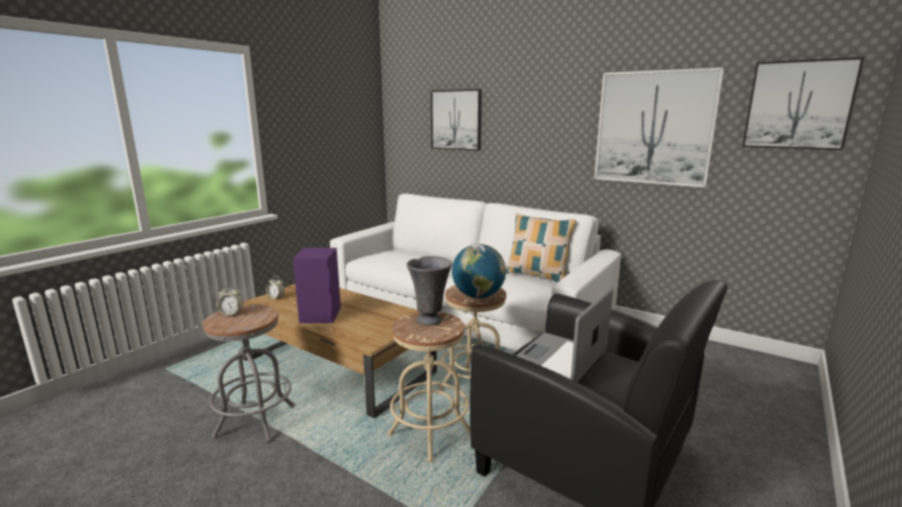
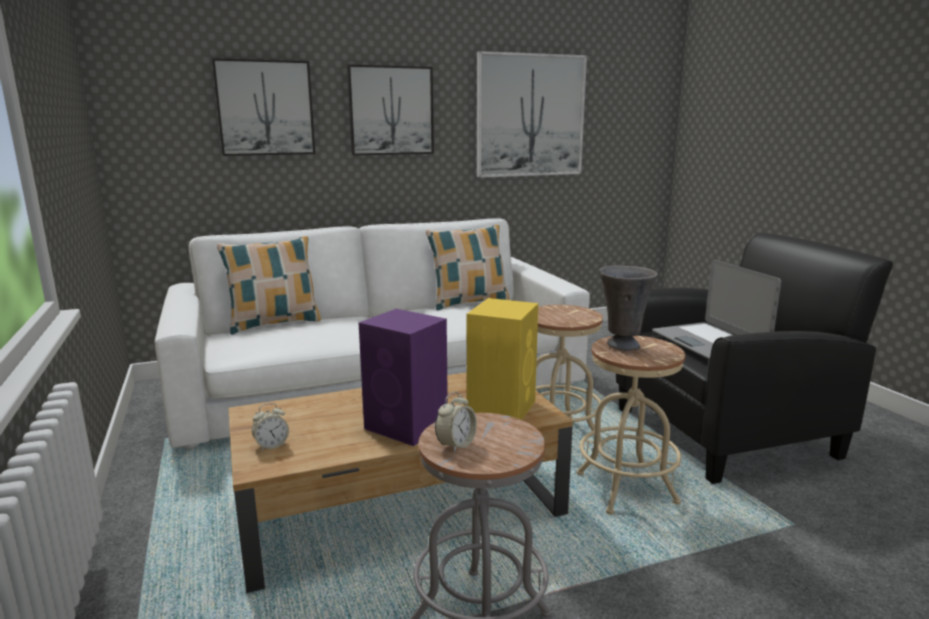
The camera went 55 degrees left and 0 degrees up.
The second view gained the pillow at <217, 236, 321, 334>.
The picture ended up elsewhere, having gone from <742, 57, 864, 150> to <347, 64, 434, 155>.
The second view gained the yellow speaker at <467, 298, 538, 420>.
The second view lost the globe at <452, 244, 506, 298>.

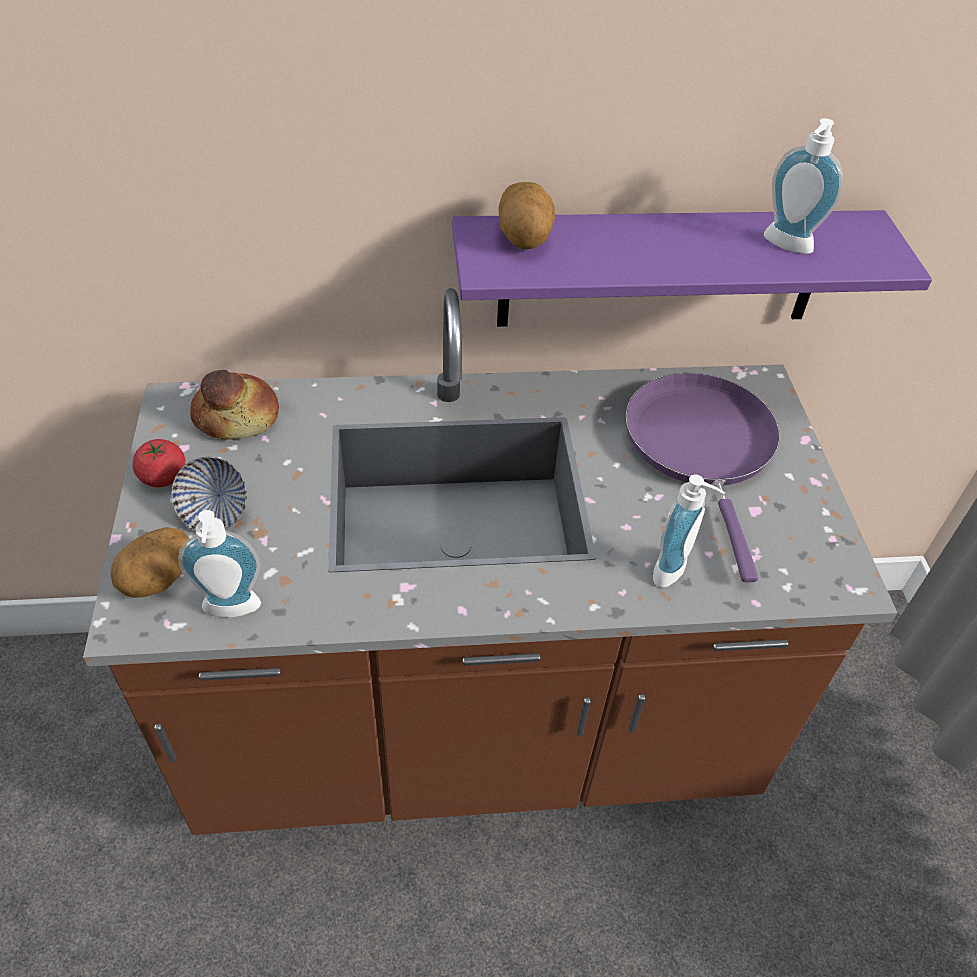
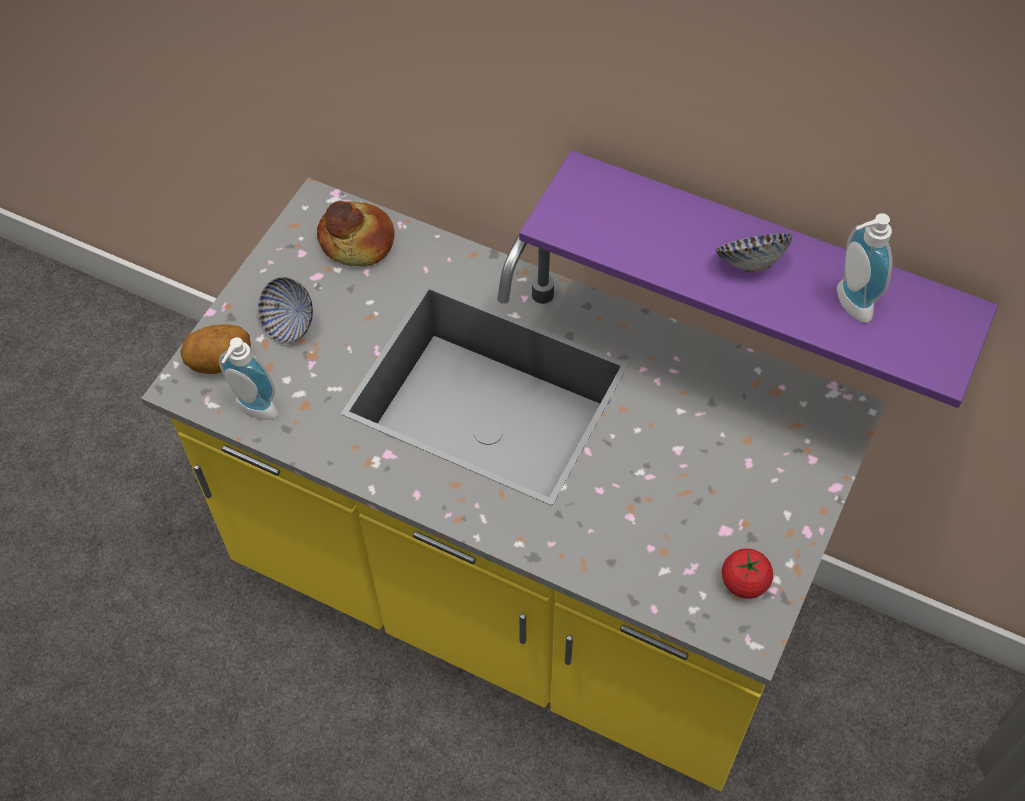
The camera went 35 degrees right and 10 degrees up.
What was the brown counter at <83, 288, 897, 835> turned into the yellow counter at <141, 178, 887, 791>.
The second view gained the bowl at <716, 233, 792, 272>.
The tomato ended up elsewhere, having gone from <132, 439, 186, 487> to <722, 548, 773, 599>.
The second view lost the potato at <498, 182, 555, 249>.
The second view lost the purple frying pan at <625, 373, 780, 582>.
The second view lost the soap dispenser at <653, 475, 725, 588>.

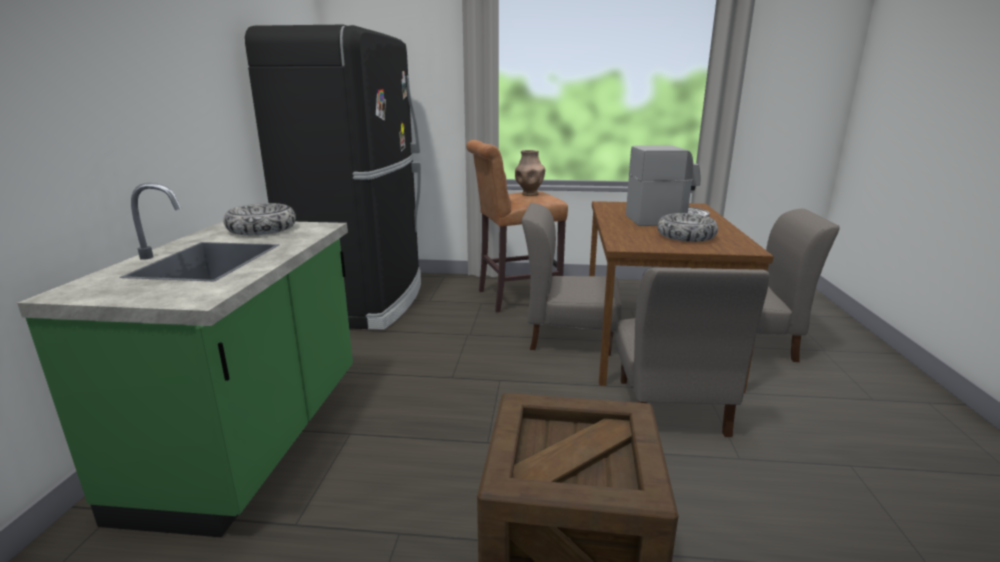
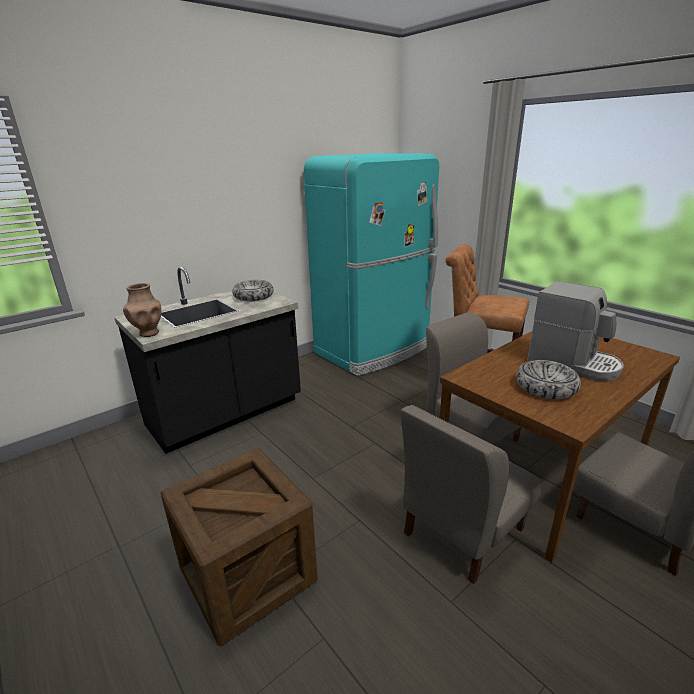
The camera went 45 degrees right and 5 degrees up.
What was the green counter at <17, 183, 353, 537> turned into the black counter at <114, 267, 301, 454>.
The brown vase ended up elsewhere, having gone from <515, 150, 545, 196> to <123, 283, 161, 337>.
What was the black fridge at <245, 25, 421, 330> turned into the turquoise fridge at <304, 153, 439, 376>.

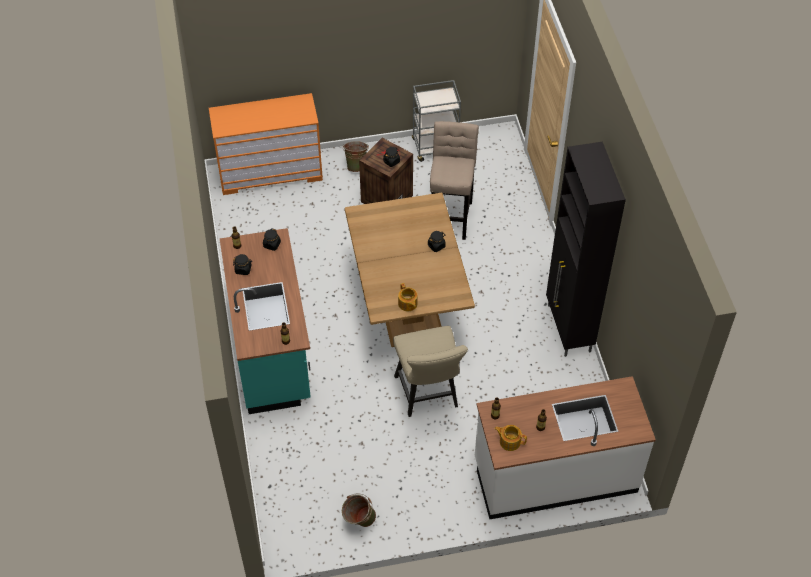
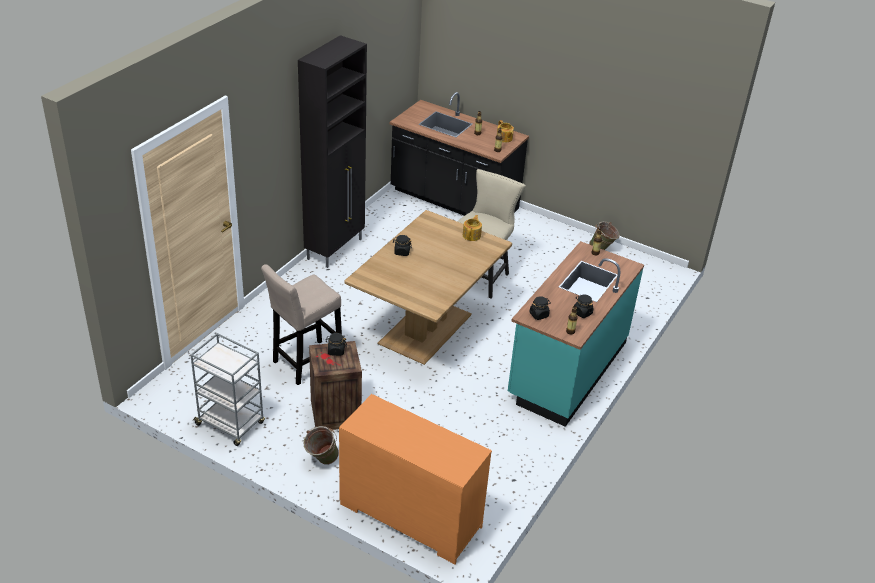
The camera went 140 degrees left and 15 degrees down.
What was the white counter at <475, 376, 656, 519> turned into the black counter at <390, 92, 529, 216>.

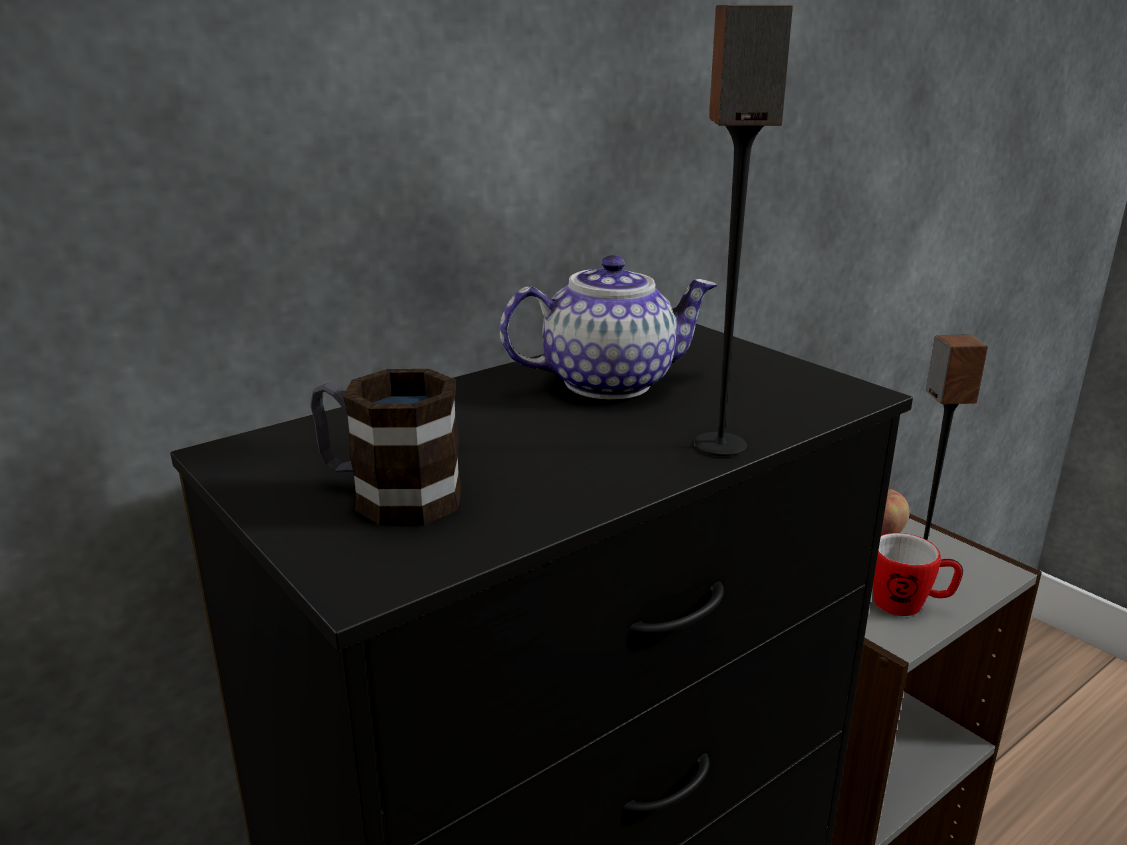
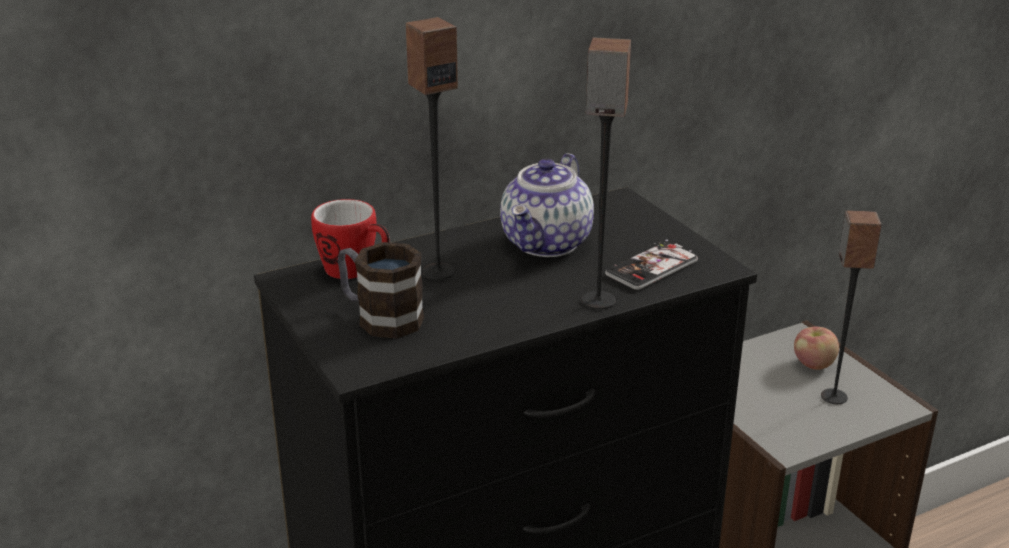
The camera went 10 degrees right and 5 degrees up.
The mug ended up elsewhere, having gone from <873, 533, 963, 616> to <311, 199, 389, 279>.
The second view gained the speaker at <405, 17, 458, 280>.
The teapot at <499, 255, 717, 399> ended up facing another way, 120 degrees clockwise from before.
The second view gained the phone at <605, 239, 698, 290>.

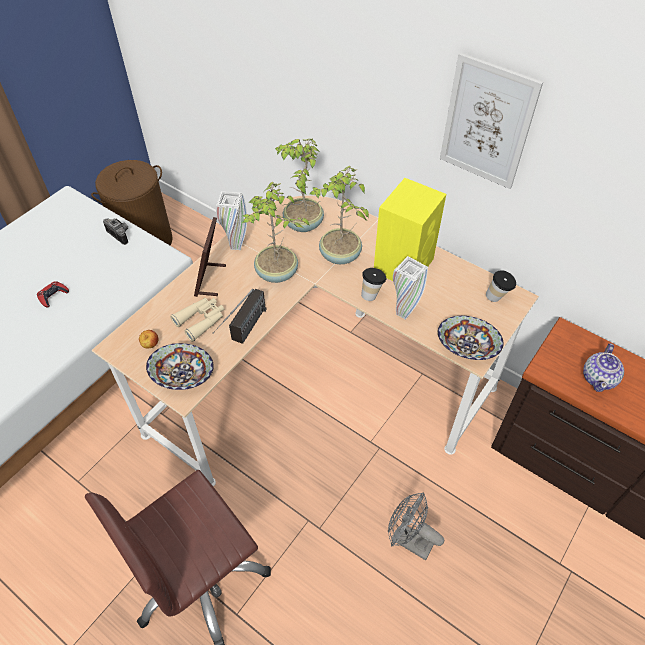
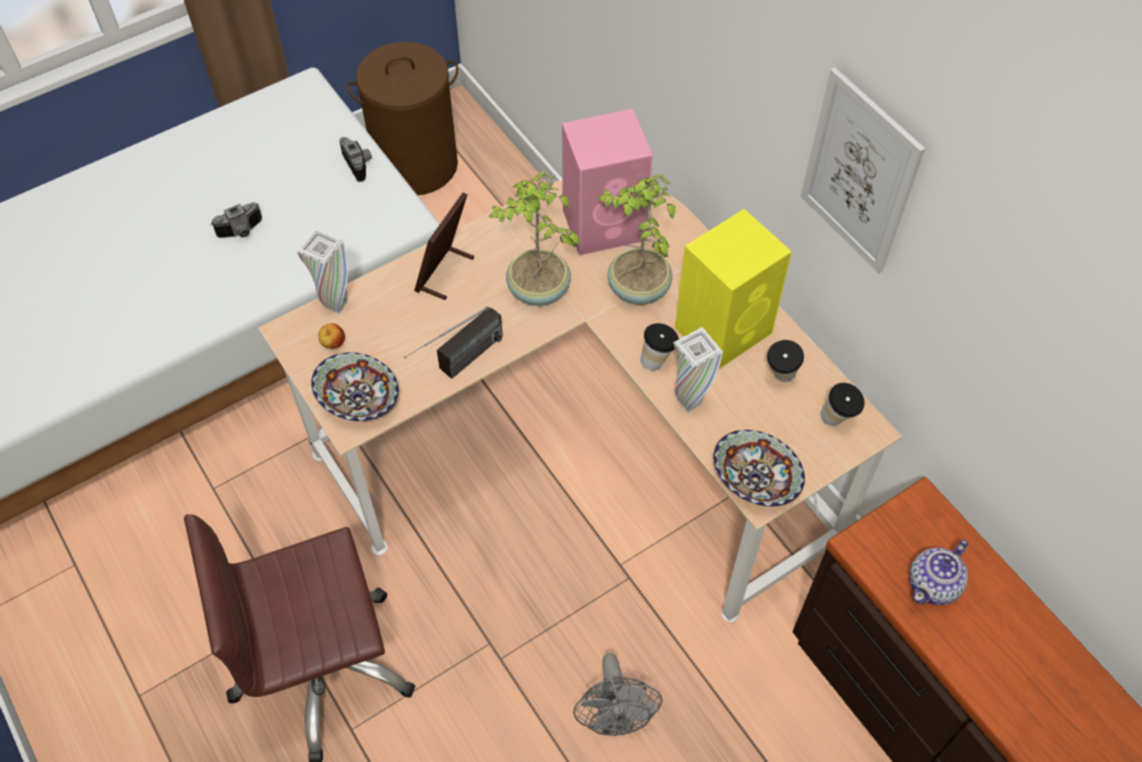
The camera went 20 degrees right and 5 degrees up.
Where the red game controller stood at <37, 281, 69, 307>, the photo camera came to stand at <211, 202, 262, 238>.
The white vase ended up elsewhere, having gone from <216, 191, 247, 250> to <297, 228, 348, 314>.
Where the potted plant stood at <275, 139, 324, 232>, the pink speaker came to stand at <562, 109, 653, 256>.
The grey fan at <388, 492, 444, 560> ended up facing another way, 150 degrees counterclockwise from before.
The second view gained the cup at <767, 340, 804, 382>.
The second view lost the beige binoculars at <170, 298, 224, 342>.

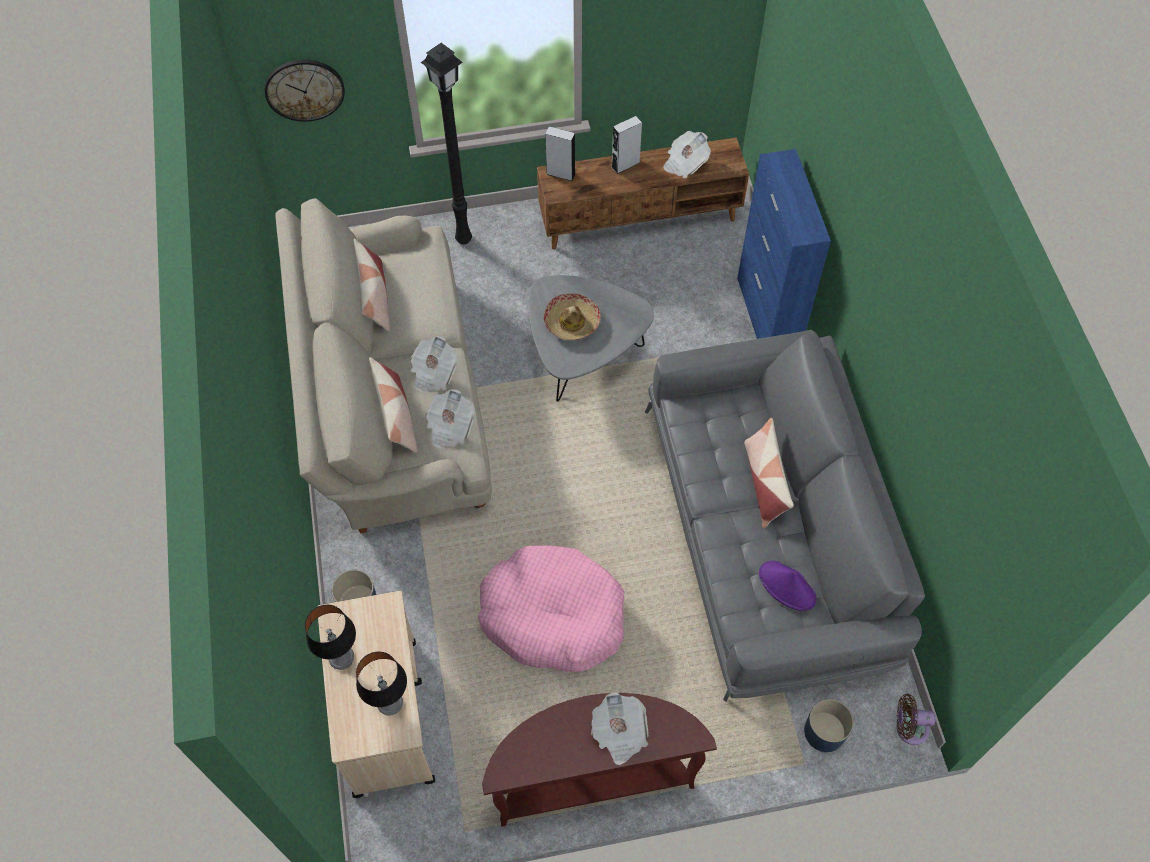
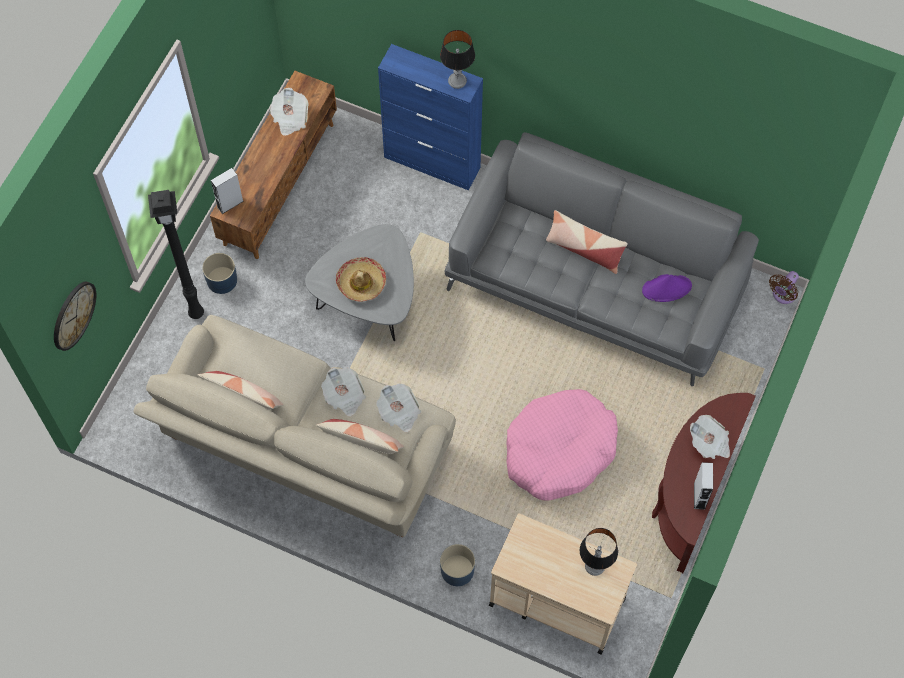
The camera went 55 degrees left and 5 degrees up.
The blue planter ended up elsewhere, having gone from <804, 699, 854, 752> to <202, 253, 237, 294>.
The table lamp ended up elsewhere, having gone from <305, 605, 356, 670> to <440, 30, 475, 89>.
The grey speaker ended up elsewhere, having gone from <611, 116, 642, 174> to <694, 462, 713, 510>.

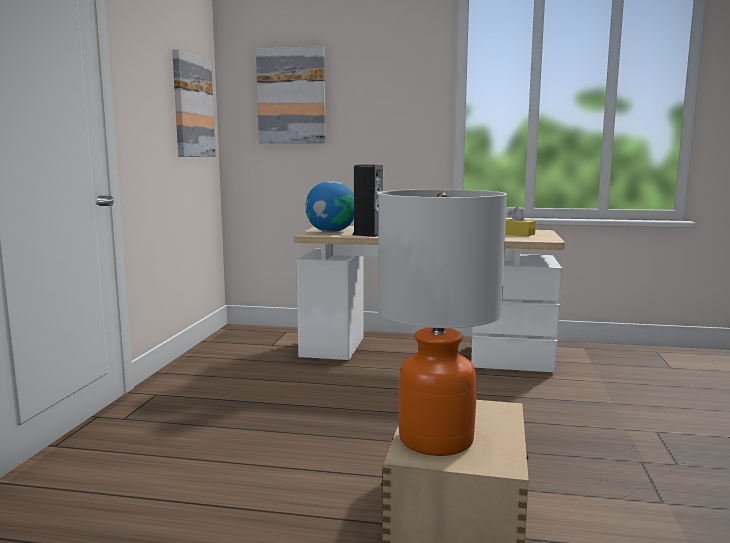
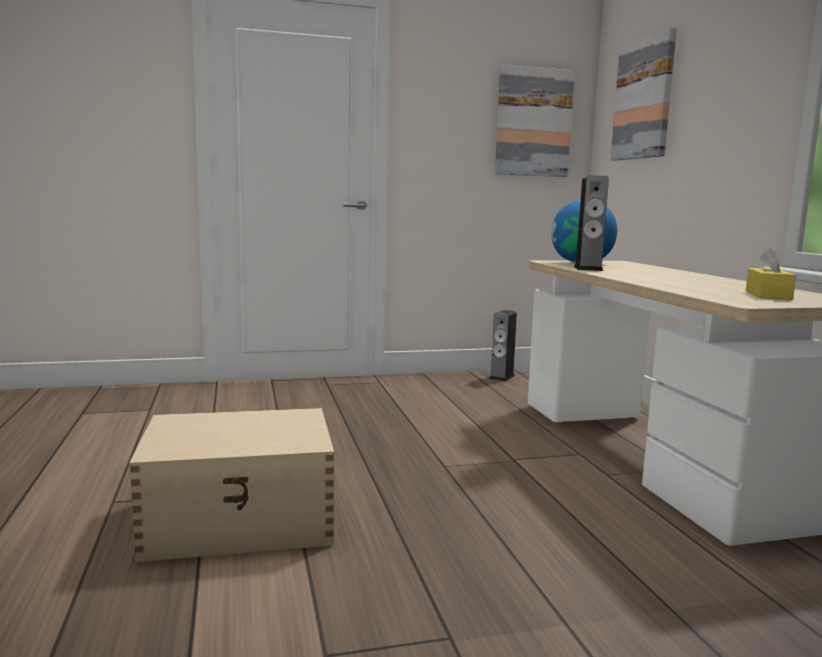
The camera went 65 degrees right and 0 degrees up.
The second view gained the speaker at <489, 310, 517, 381>.
The second view lost the table lamp at <378, 189, 507, 456>.

